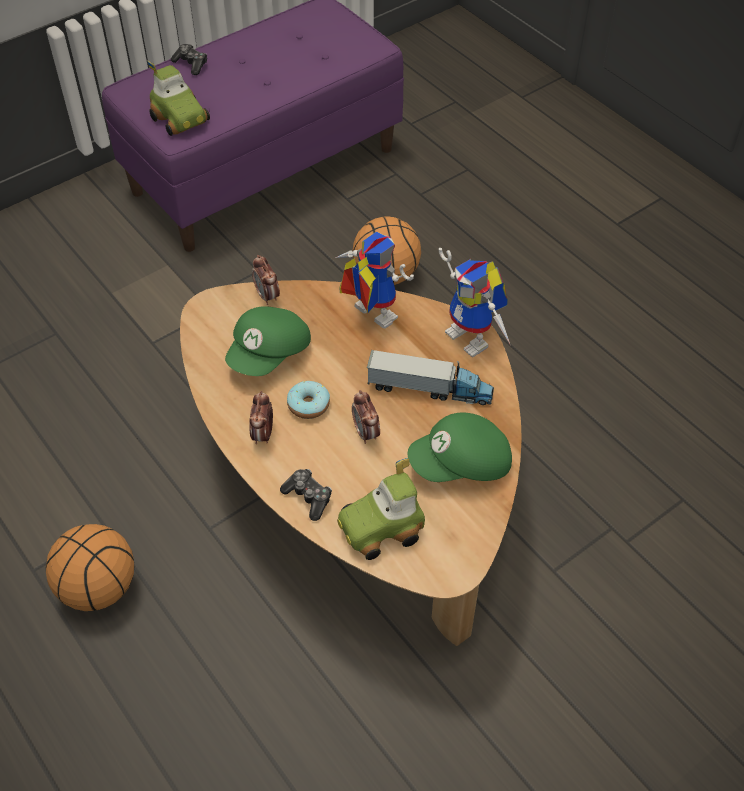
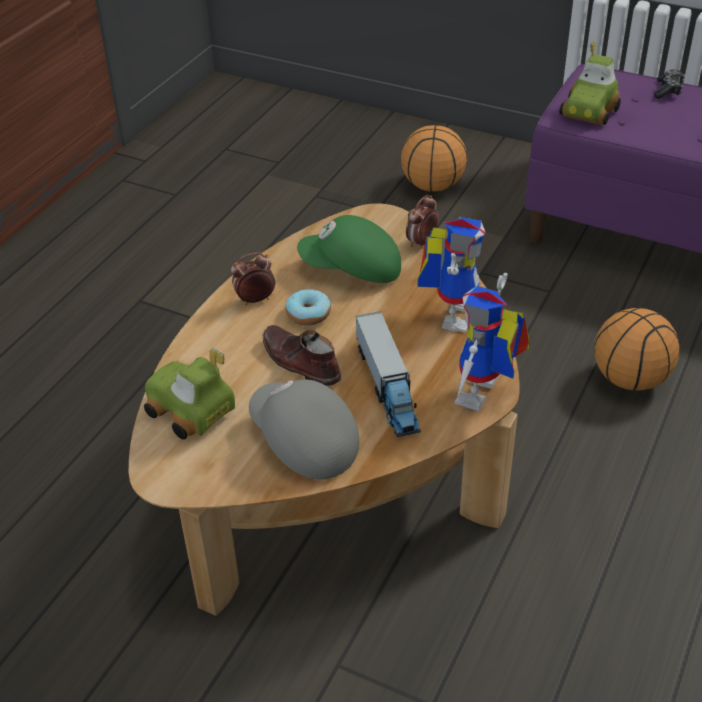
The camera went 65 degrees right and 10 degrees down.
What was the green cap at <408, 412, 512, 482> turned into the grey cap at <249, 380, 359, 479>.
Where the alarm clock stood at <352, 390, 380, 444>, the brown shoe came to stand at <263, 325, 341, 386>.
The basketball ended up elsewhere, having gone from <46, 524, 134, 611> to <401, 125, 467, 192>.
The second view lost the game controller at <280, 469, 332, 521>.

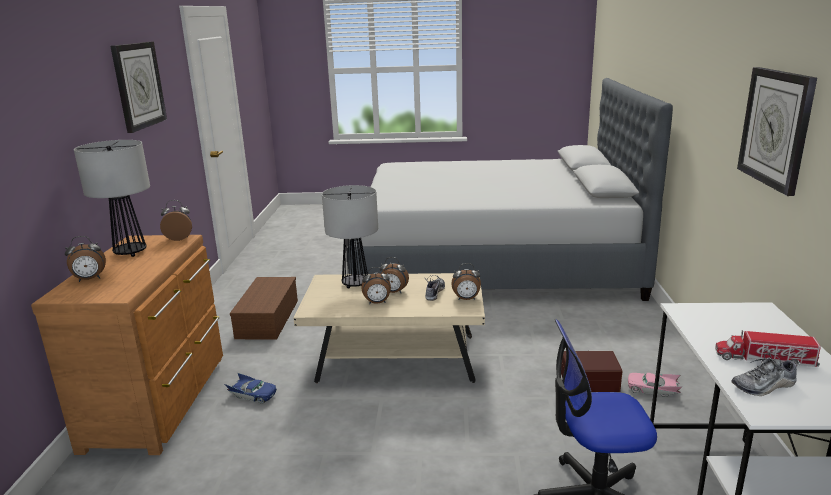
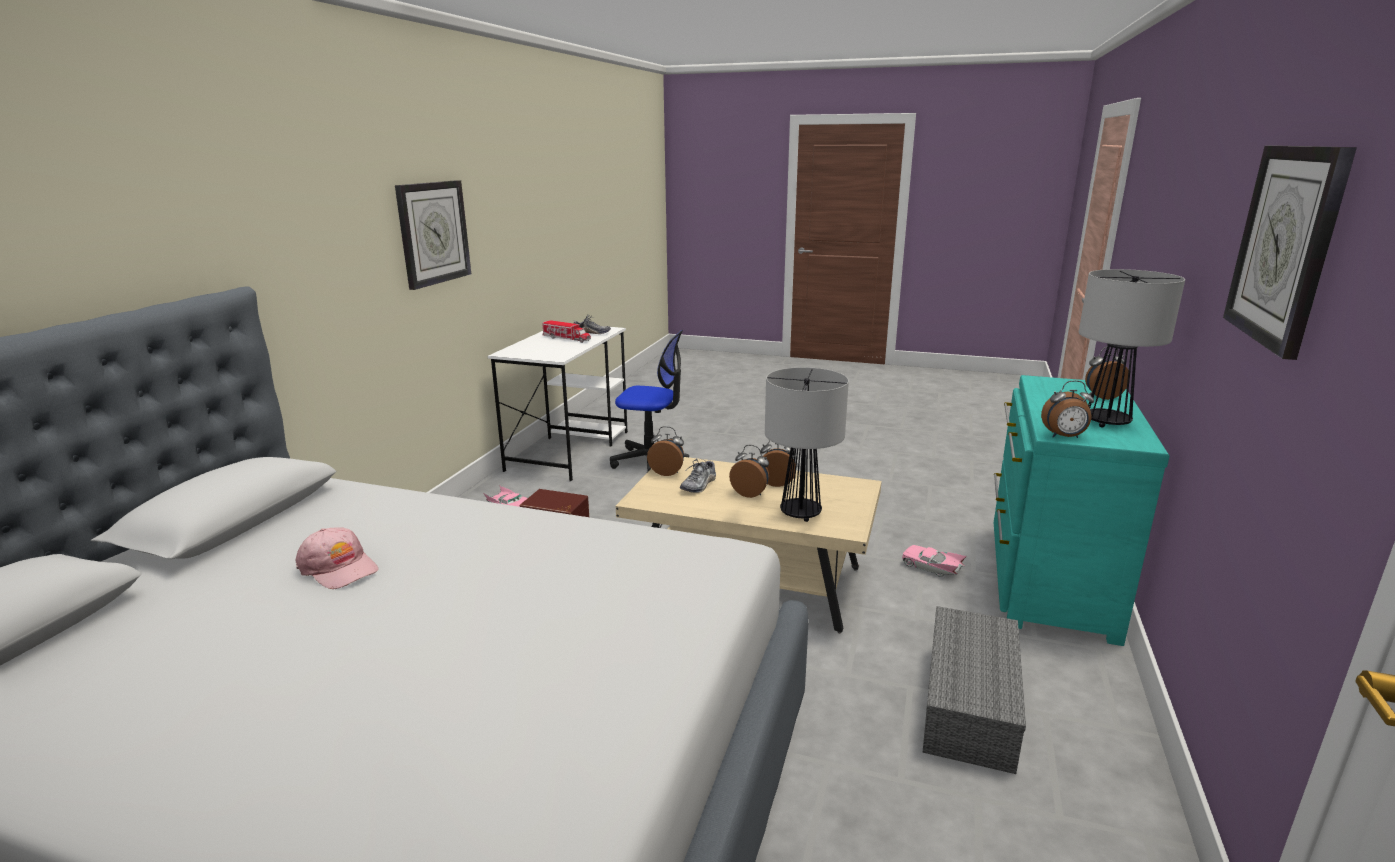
The camera went 165 degrees left and 0 degrees up.
The second view gained the pink cap at <296, 527, 379, 589>.
What was the blue toy car at <225, 373, 276, 404> turned into the pink toy car at <902, 545, 967, 577>.
What was the brown storage box at <230, 277, 298, 339> turned into the grey storage box at <922, 606, 1026, 774>.
What was the brown dresser at <31, 235, 223, 455> turned into the turquoise dresser at <994, 375, 1170, 646>.

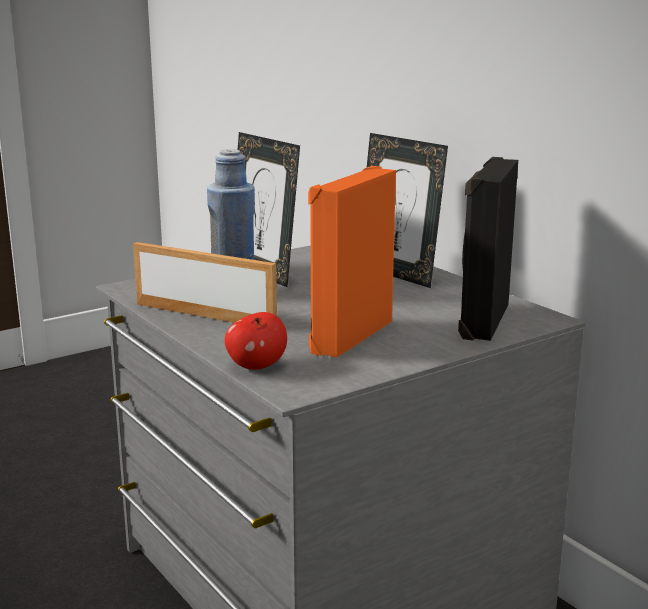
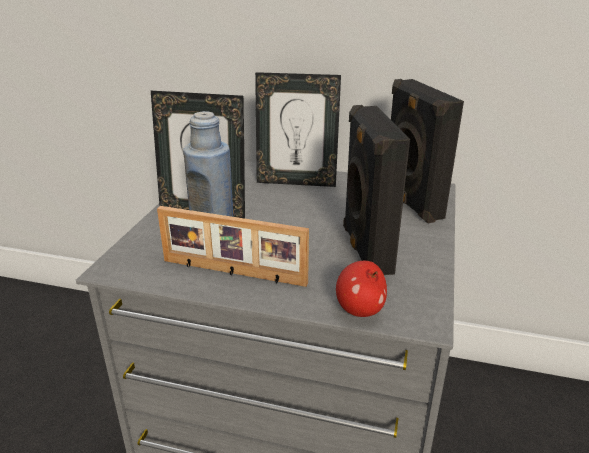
The camera went 40 degrees left and 10 degrees up.
The picture frame at <133, 242, 277, 323> ended up facing another way, 150 degrees counterclockwise from before.
What was the orange speaker at <308, 166, 396, 358> turned into the black speaker at <343, 105, 410, 275>.

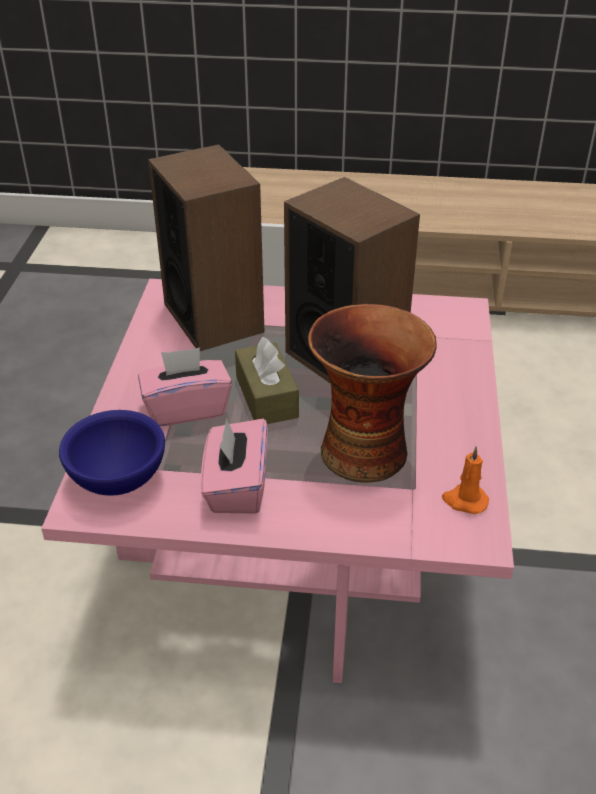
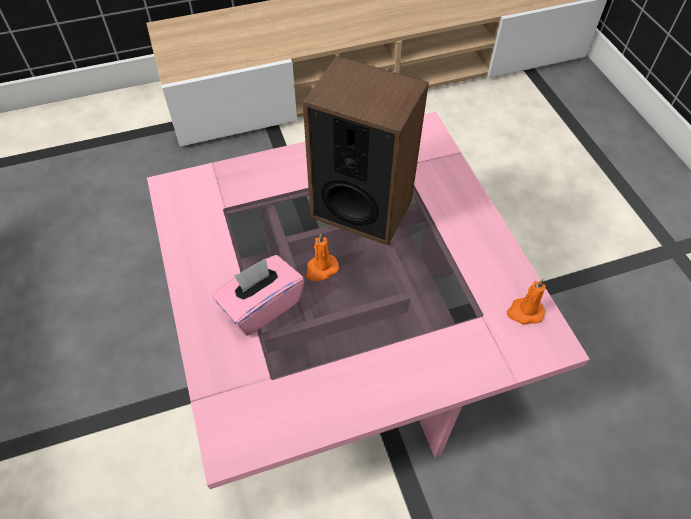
The camera went 25 degrees left and 15 degrees up.
Where the brown tissue box stood at <235, 337, 299, 424>, the orange candle came to stand at <306, 233, 339, 281>.
The second view lost the blue bowl at <59, 410, 165, 496>.
The second view lost the speaker at <148, 144, 264, 351>.
The second view lost the pink tissue box at <201, 418, 268, 514>.
The second view lost the vase at <308, 304, 437, 483>.

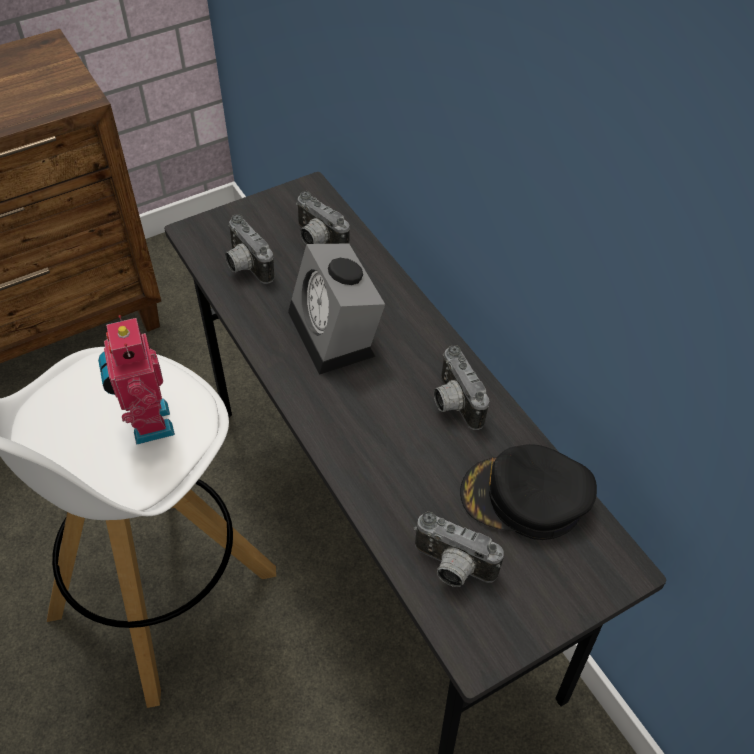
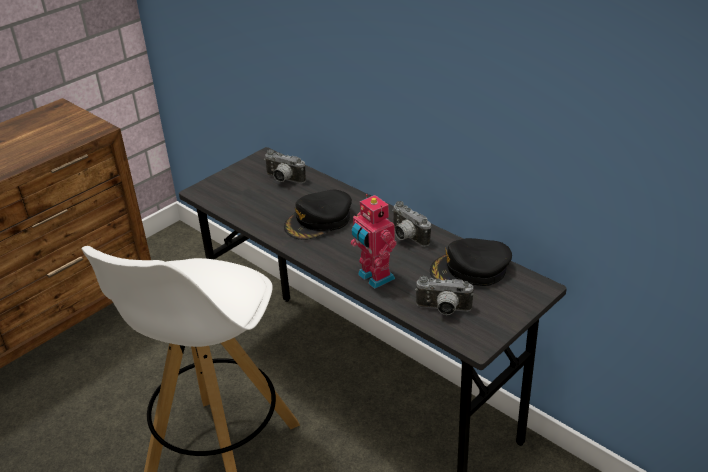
The camera went 15 degrees left and 15 degrees down.
Where the alarm clock stood at <288, 244, 385, 375>, the black cap came to stand at <284, 190, 352, 240>.
The toy robot ended up elsewhere, having gone from <98, 315, 175, 445> to <351, 194, 396, 289>.
The second view lost the photo camera at <225, 214, 274, 284>.

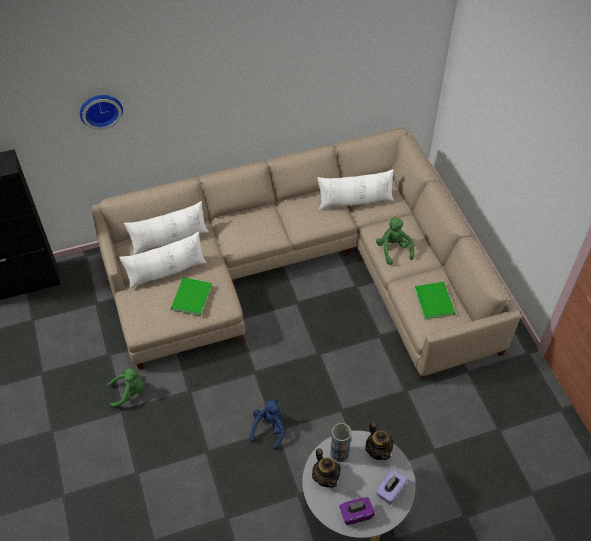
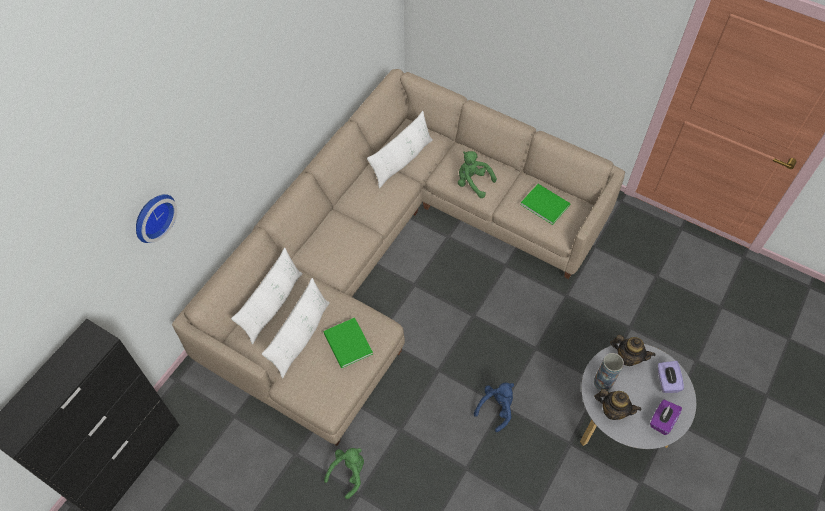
The camera went 40 degrees left and 5 degrees up.
The blue plush toy at <250, 399, 285, 450> ended up facing another way, 60 degrees clockwise from before.

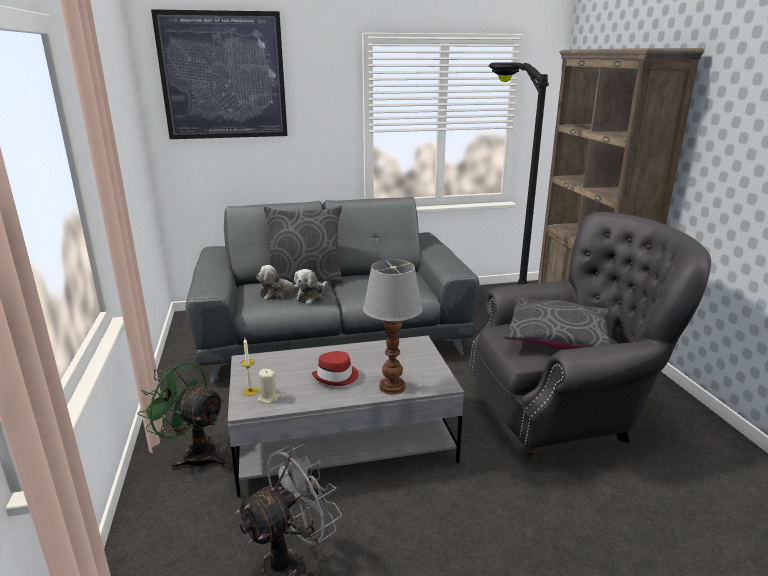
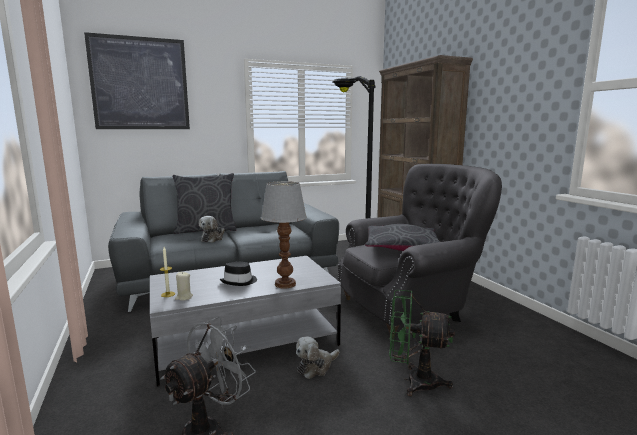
The camera went 10 degrees left and 10 degrees down.
What was the red hat at <312, 351, 359, 386> turned into the black hat at <220, 262, 257, 286>.
The plush toy ended up elsewhere, having gone from <256, 265, 300, 300> to <296, 336, 339, 379>.
The green fan ended up elsewhere, having gone from <138, 360, 227, 470> to <389, 290, 455, 396>.

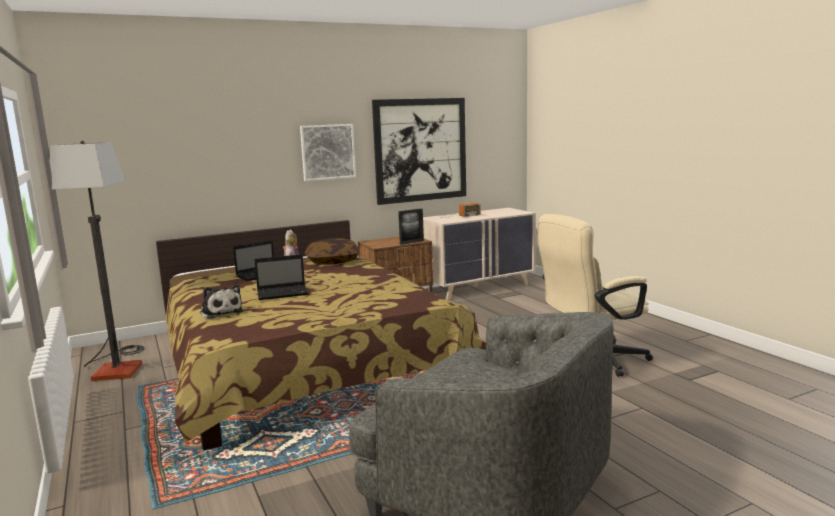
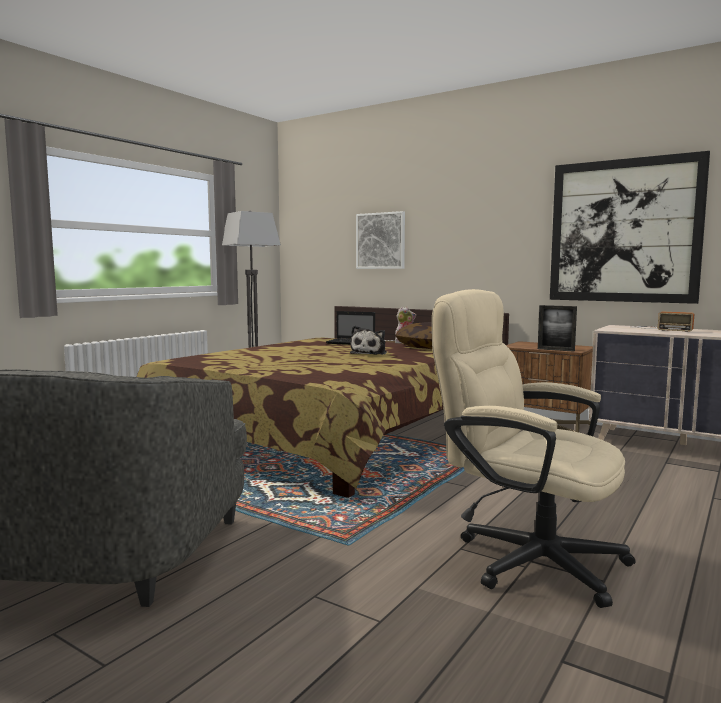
The camera went 60 degrees right and 5 degrees down.
The plush toy ended up elsewhere, having gone from <200, 285, 243, 319> to <350, 326, 387, 355>.
The picture ended up elsewhere, having gone from <300, 124, 356, 181> to <356, 211, 405, 269>.
The second view lost the laptop at <254, 254, 309, 300>.

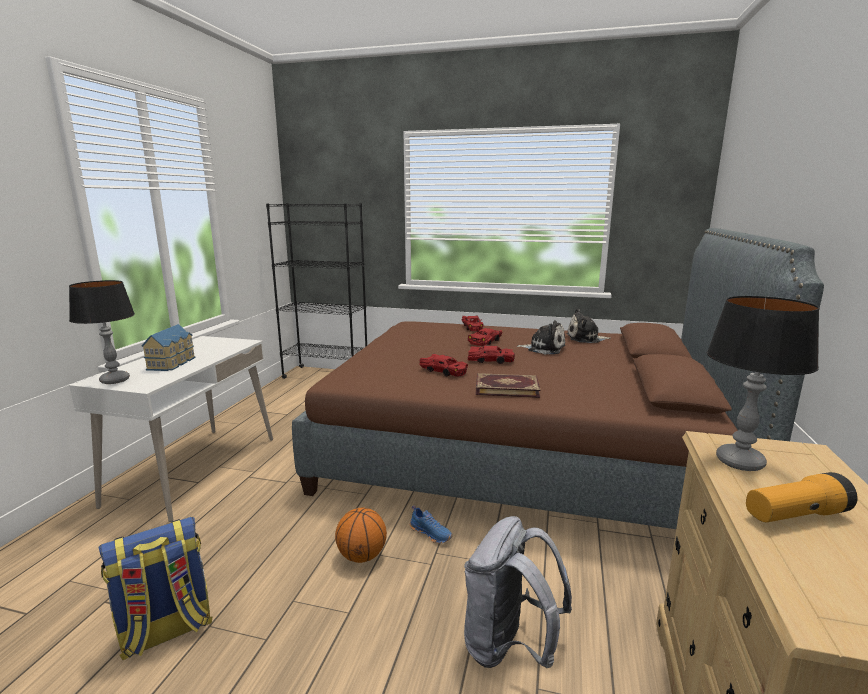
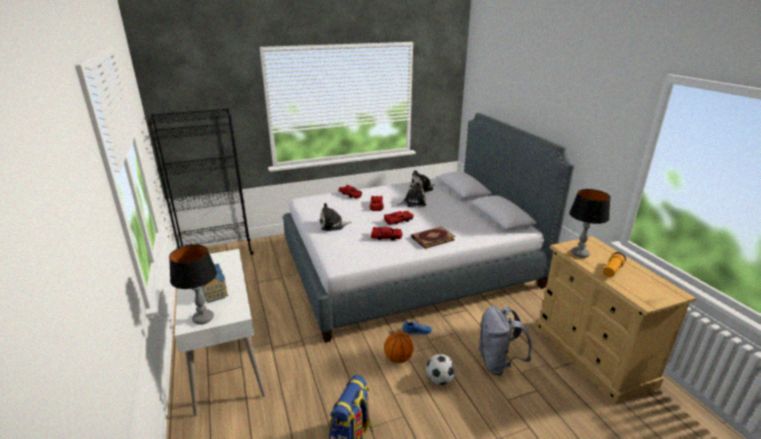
The camera went 35 degrees left and 10 degrees up.
What was the brown bed at <292, 228, 824, 529> turned into the grey bed at <283, 113, 574, 343>.
The second view gained the plush toy at <320, 203, 351, 231>.
The second view gained the football at <426, 354, 456, 385>.

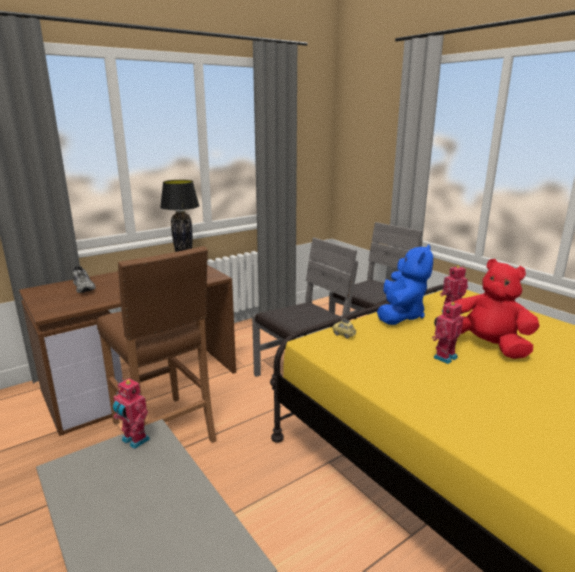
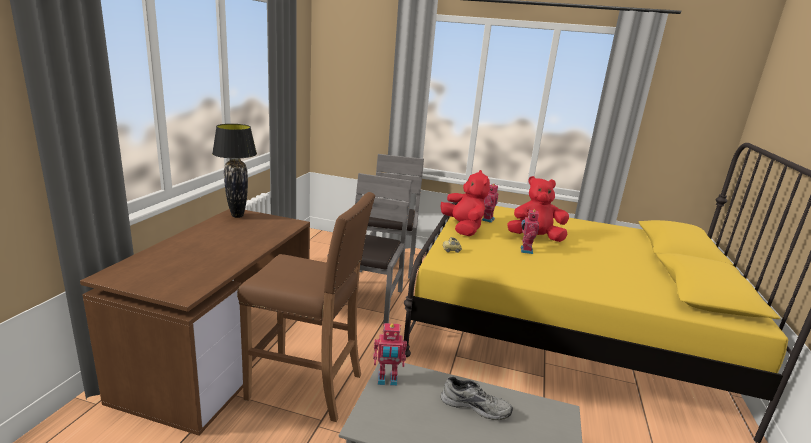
The camera went 40 degrees left and 0 degrees up.
What was the blue plush toy at <377, 245, 433, 325> turned into the red plush toy at <441, 170, 490, 236>.
The grey shoe ended up elsewhere, having gone from <72, 266, 96, 293> to <441, 376, 513, 420>.

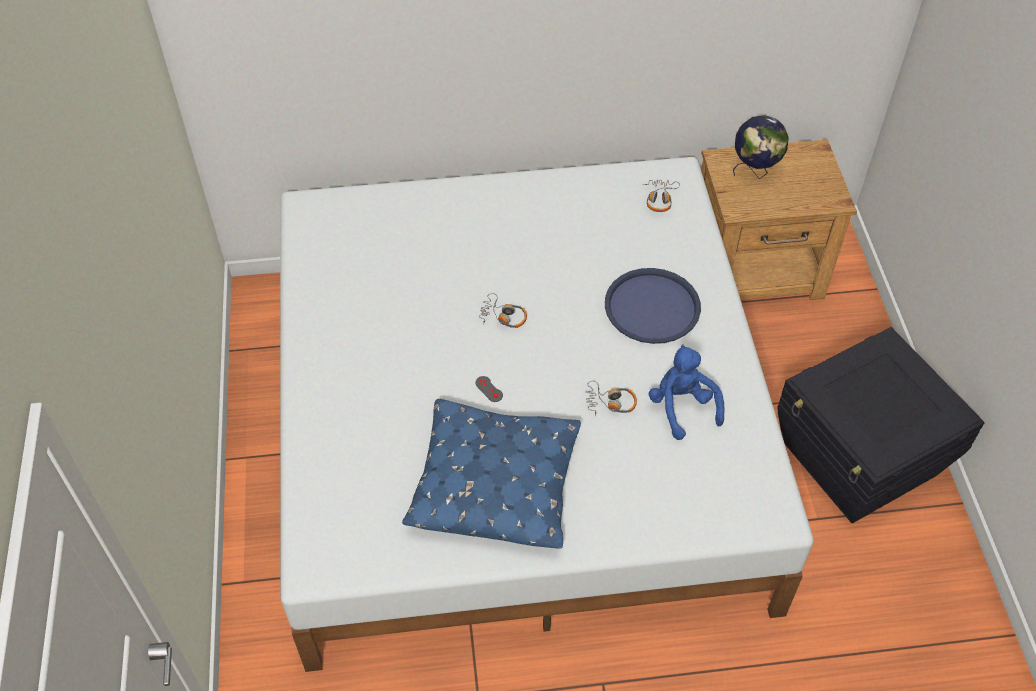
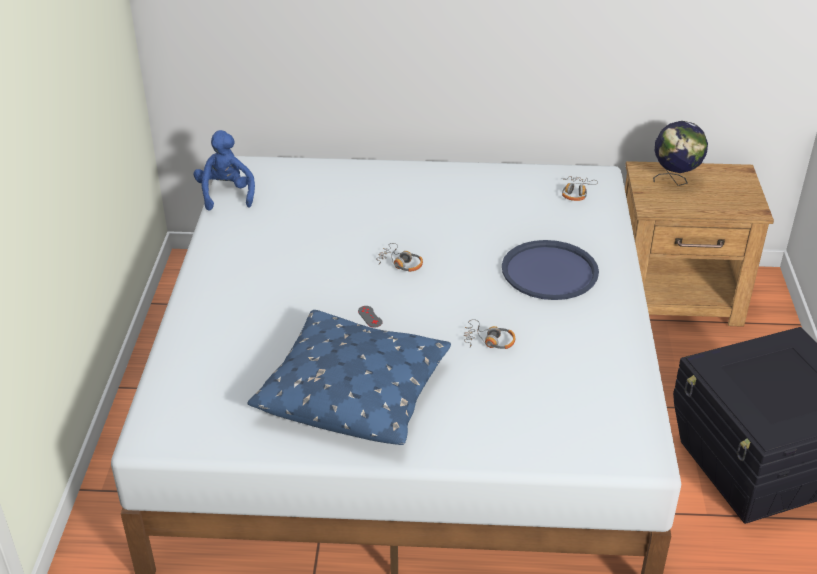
The camera went 10 degrees right and 15 degrees down.
The blue plush toy ended up elsewhere, having gone from <648, 344, 724, 440> to <194, 130, 255, 211>.

